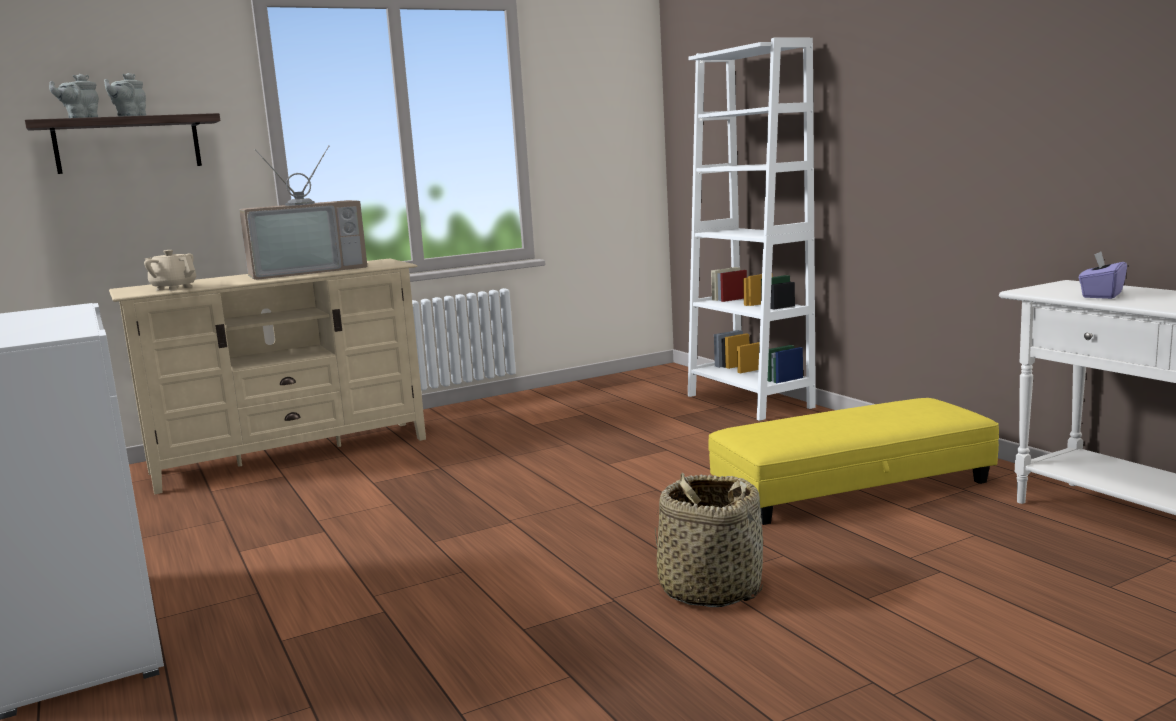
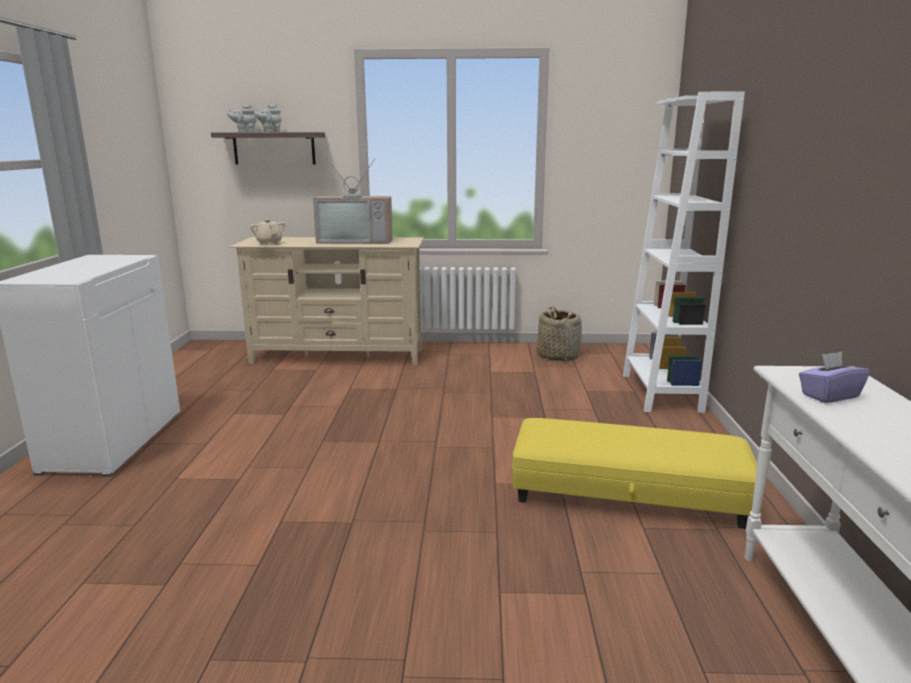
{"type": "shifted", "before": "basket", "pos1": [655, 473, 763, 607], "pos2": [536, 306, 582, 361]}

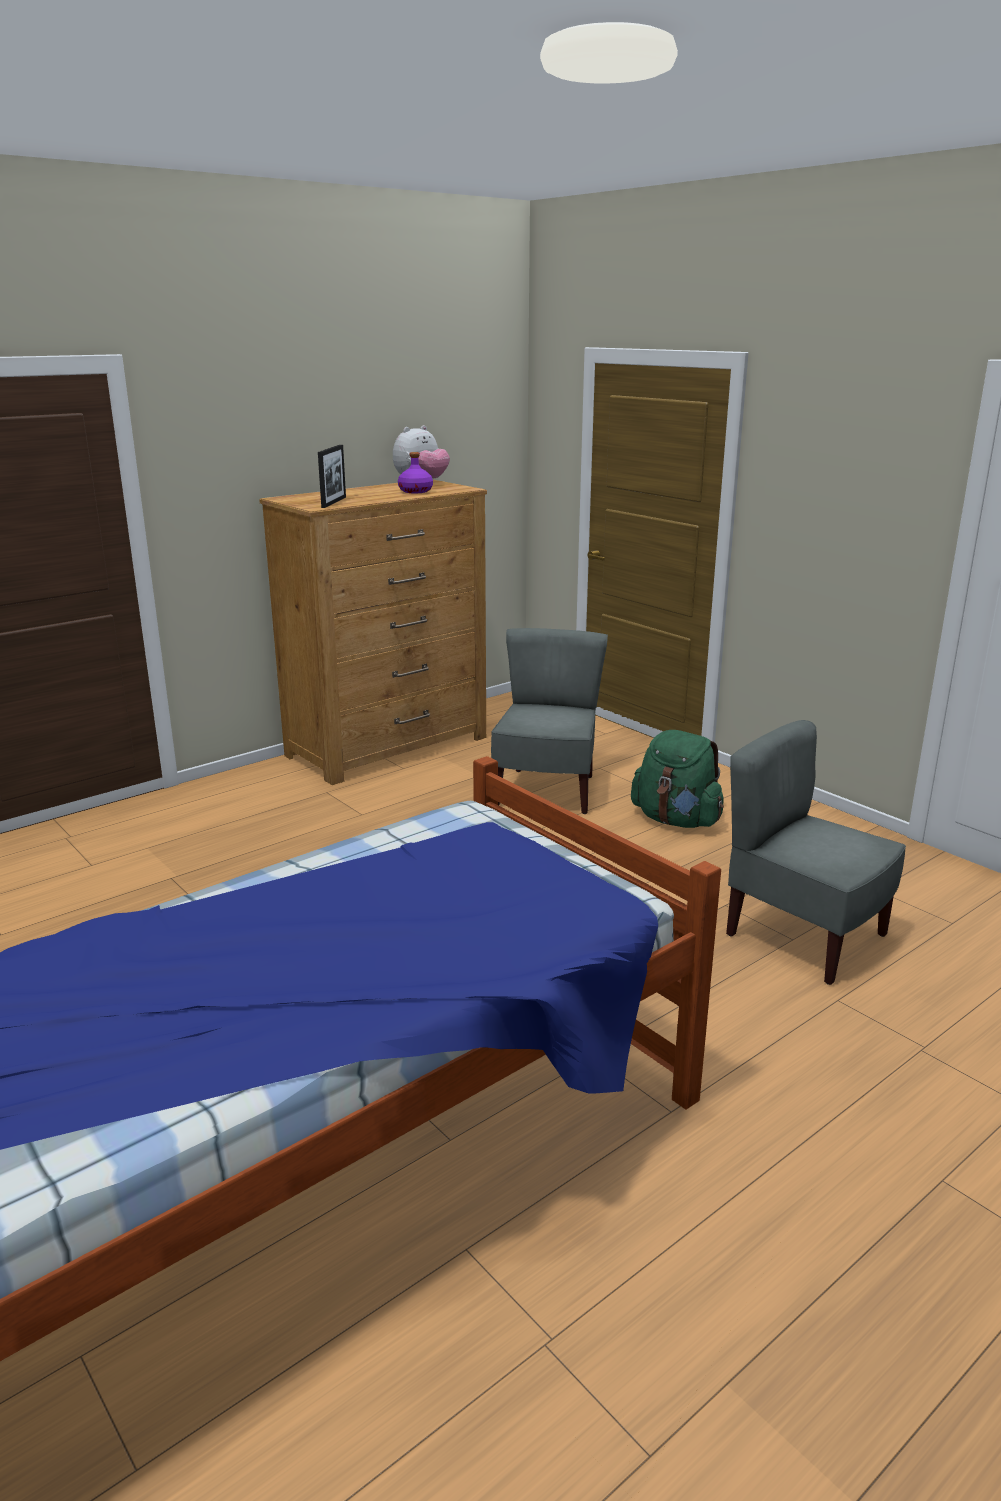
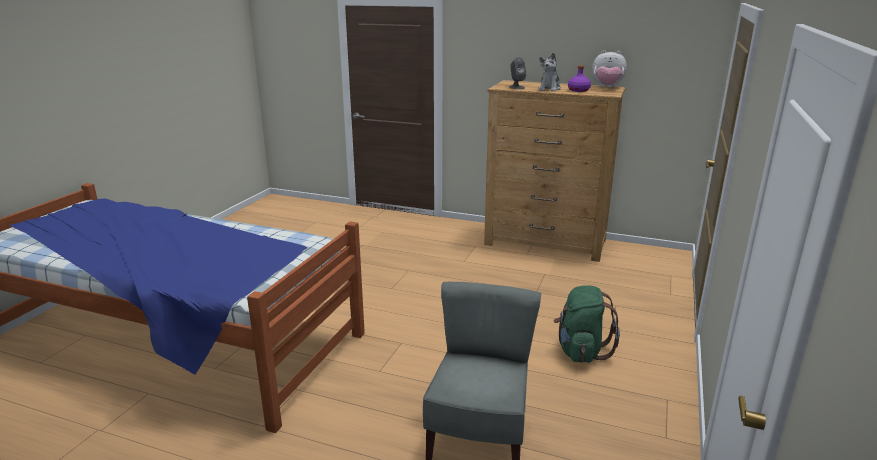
{"type": "gone", "before": "grey chair", "pos1": [491, 628, 608, 814]}
{"type": "new", "after": "plush toy", "pos2": [538, 53, 561, 91]}
{"type": "swapped", "before": "picture frame", "after": "grey speaker", "pos1": [318, 445, 346, 508], "pos2": [509, 57, 526, 89]}

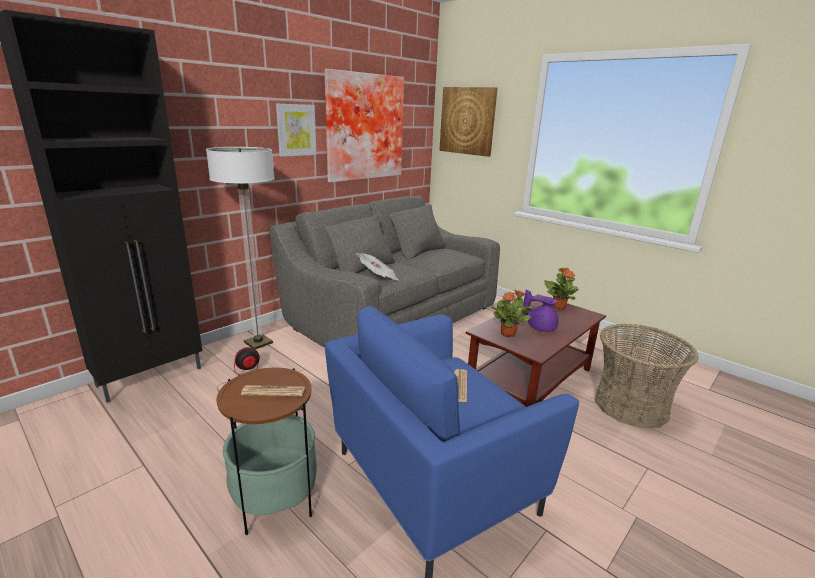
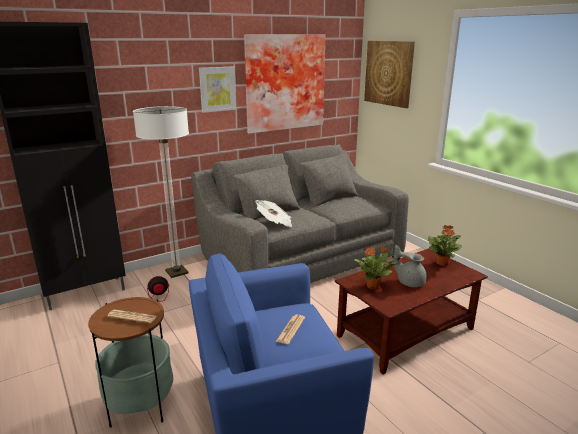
{"type": "gone", "before": "basket", "pos1": [595, 324, 699, 428]}
{"type": "repainted", "before": "purple teapot", "after": "grey teapot", "pos1": [524, 289, 559, 332], "pos2": [394, 245, 427, 287]}

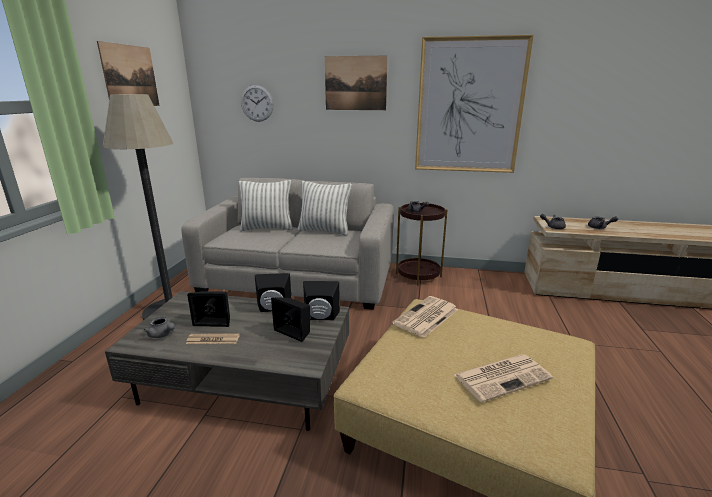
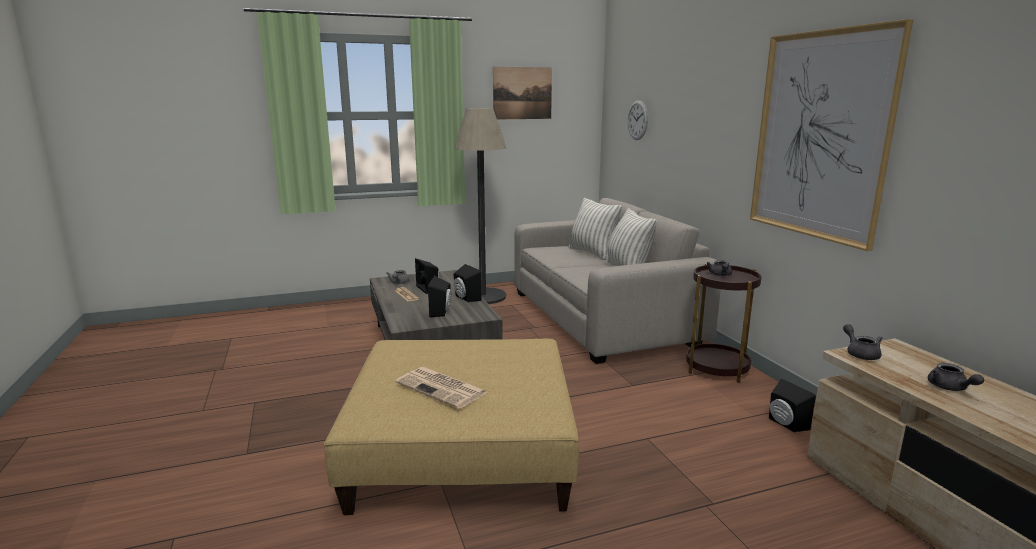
{"type": "gone", "before": "picture", "pos1": [325, 55, 388, 110]}
{"type": "gone", "before": "newspaper", "pos1": [392, 296, 458, 338]}
{"type": "shifted", "before": "black speaker", "pos1": [303, 281, 340, 321], "pos2": [769, 379, 816, 432]}

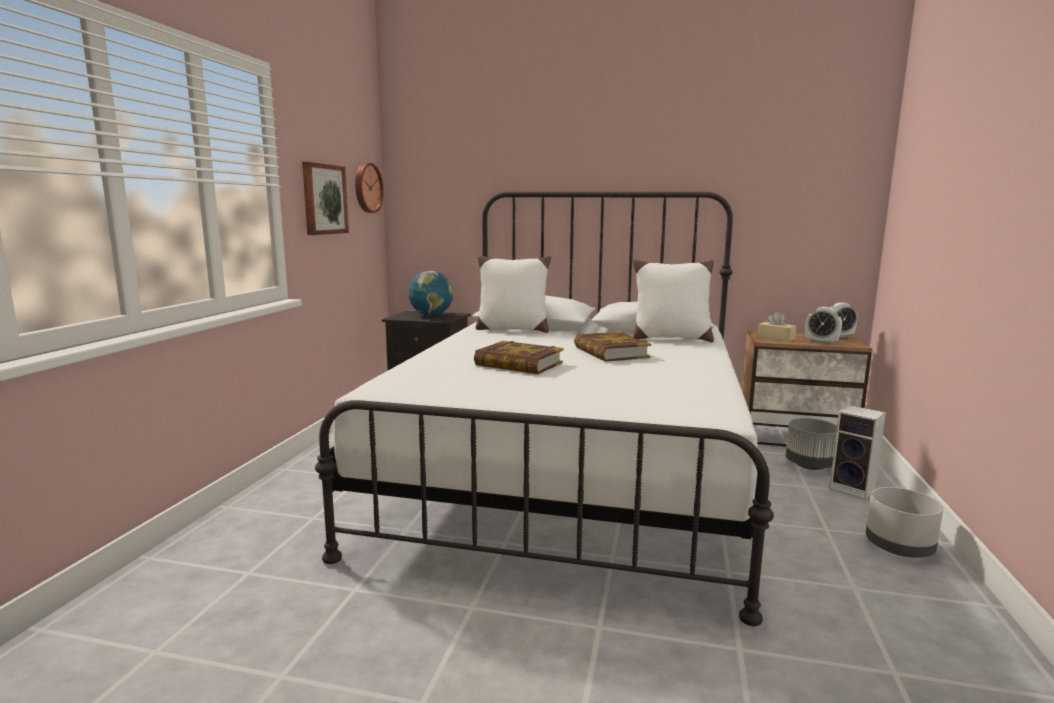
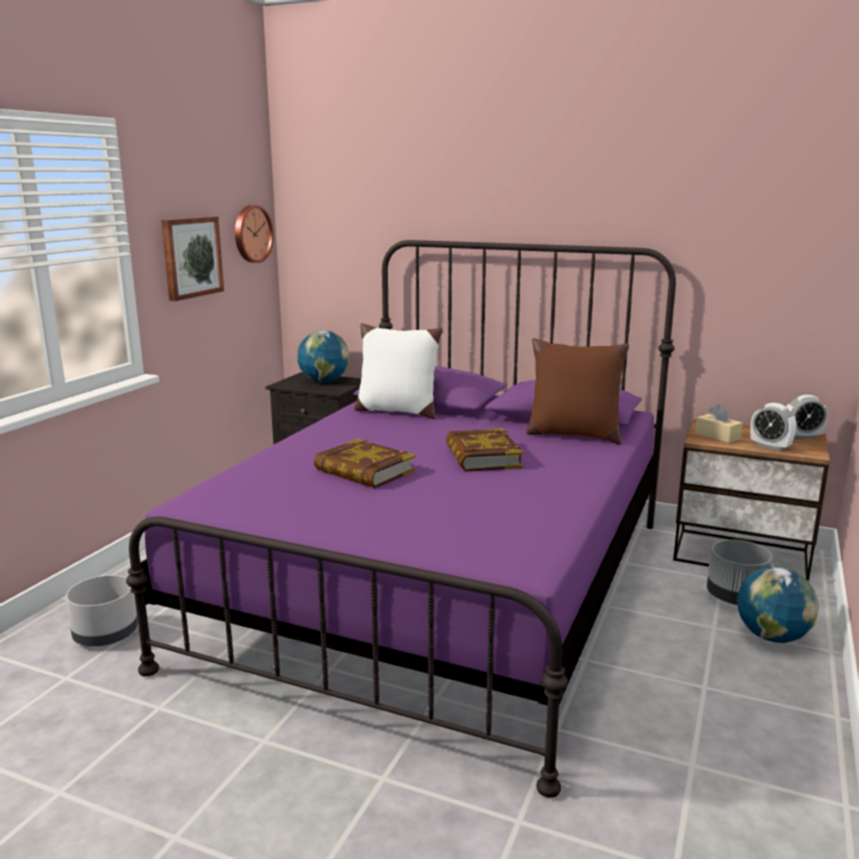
{"type": "shifted", "before": "grey planter", "pos1": [866, 487, 943, 558], "pos2": [66, 575, 138, 646]}
{"type": "swapped", "before": "speaker", "after": "globe", "pos1": [829, 405, 886, 500], "pos2": [737, 566, 819, 643]}
{"type": "repainted", "before": "white bed", "after": "purple bed", "pos1": [315, 192, 774, 626], "pos2": [126, 240, 676, 798]}
{"type": "repainted", "before": "white pillow", "after": "brown pillow", "pos1": [633, 259, 714, 342], "pos2": [526, 338, 629, 445]}

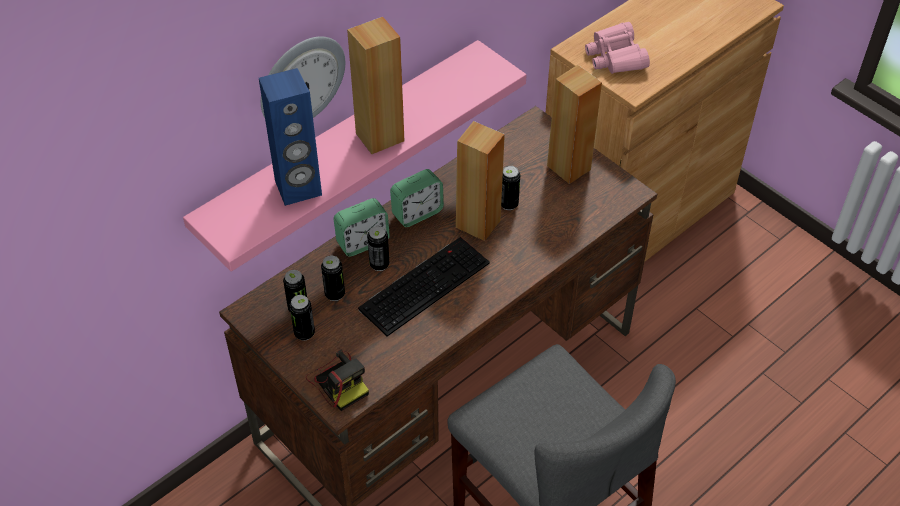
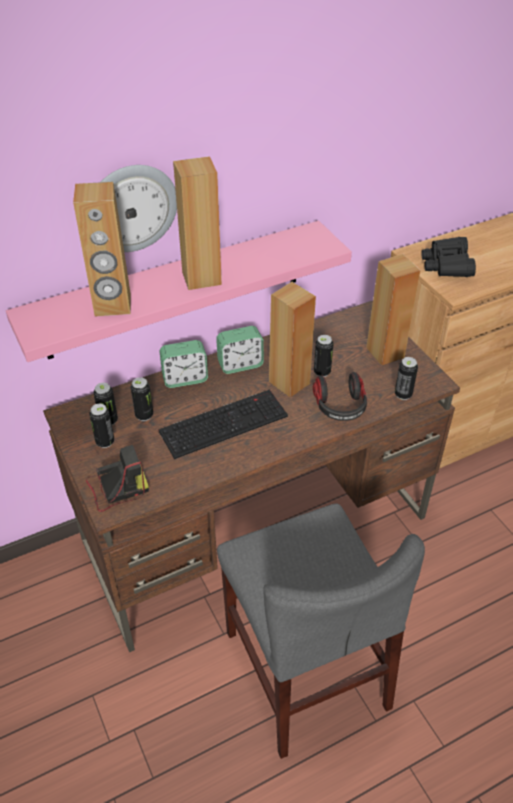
{"type": "new", "after": "headphones", "pos2": [313, 372, 367, 421]}
{"type": "shifted", "before": "can", "pos1": [367, 226, 389, 271], "pos2": [395, 357, 418, 400]}
{"type": "repainted", "before": "blue speaker", "after": "brown speaker", "pos1": [259, 68, 322, 206], "pos2": [73, 182, 131, 316]}
{"type": "repainted", "before": "pink binoculars", "after": "black binoculars", "pos1": [585, 22, 650, 74], "pos2": [421, 237, 476, 277]}
{"type": "rotated", "before": "photo camera", "pos1": [306, 349, 369, 411], "pos2": [86, 445, 149, 512], "turn": -90}

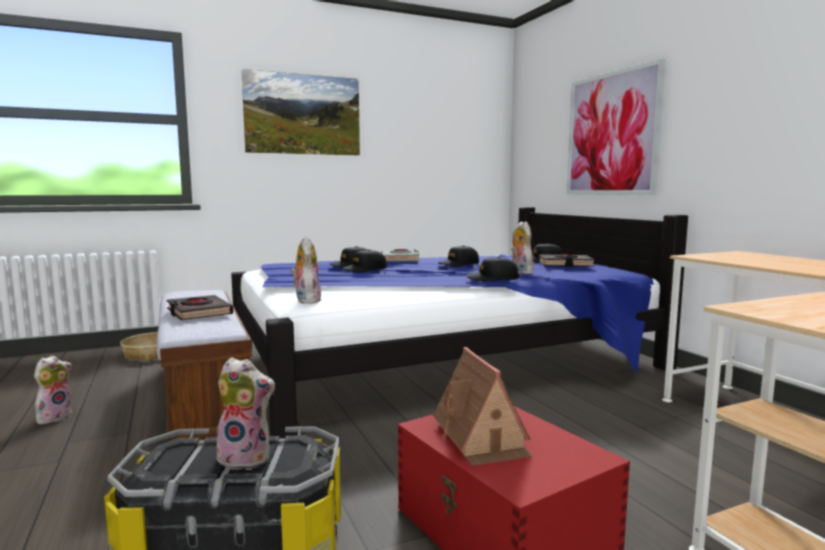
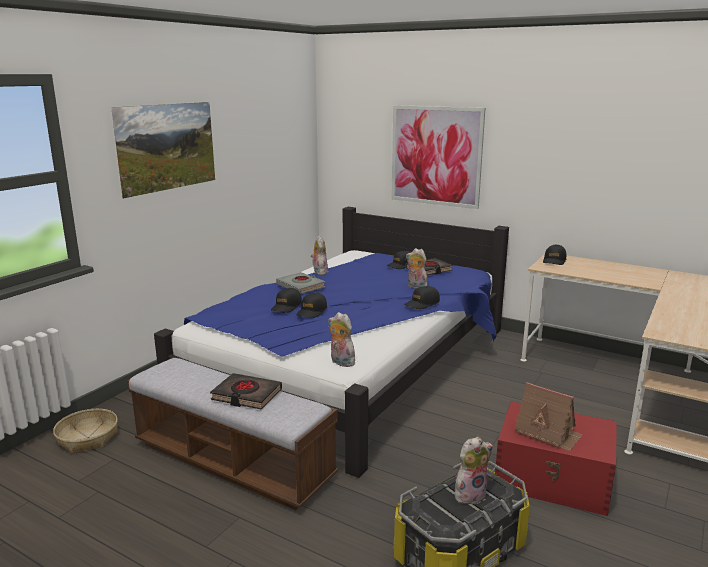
{"type": "shifted", "before": "plush toy", "pos1": [34, 355, 72, 425], "pos2": [311, 236, 328, 275]}
{"type": "shifted", "before": "black cap", "pos1": [438, 245, 479, 267], "pos2": [543, 245, 566, 265]}

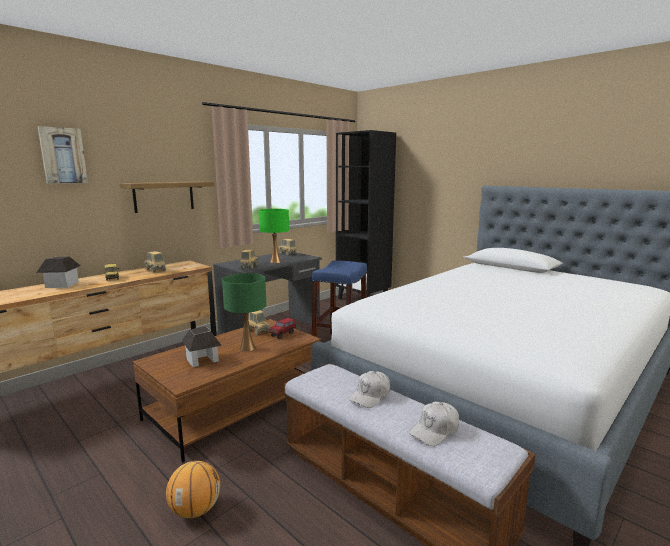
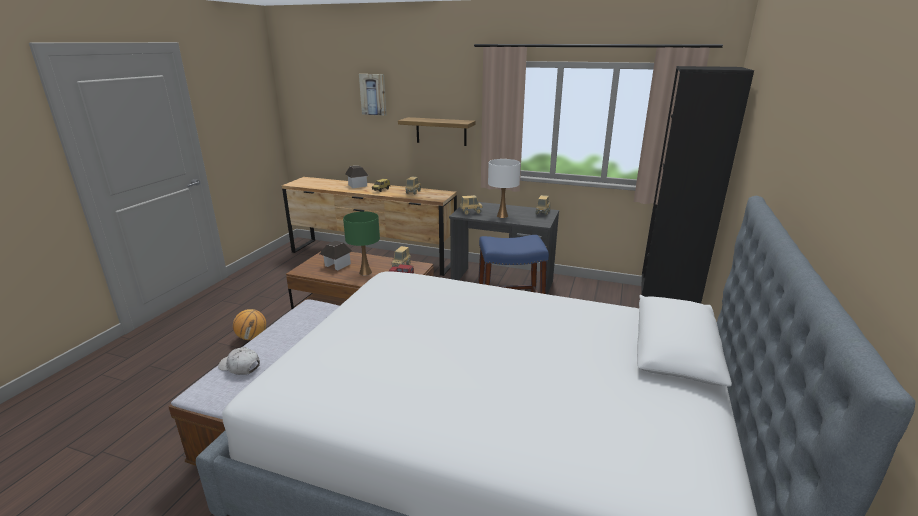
{"type": "gone", "before": "white cap", "pos1": [349, 371, 390, 408]}
{"type": "repainted", "before": "green table lamp", "after": "white table lamp", "pos1": [259, 209, 289, 263], "pos2": [488, 159, 521, 218]}

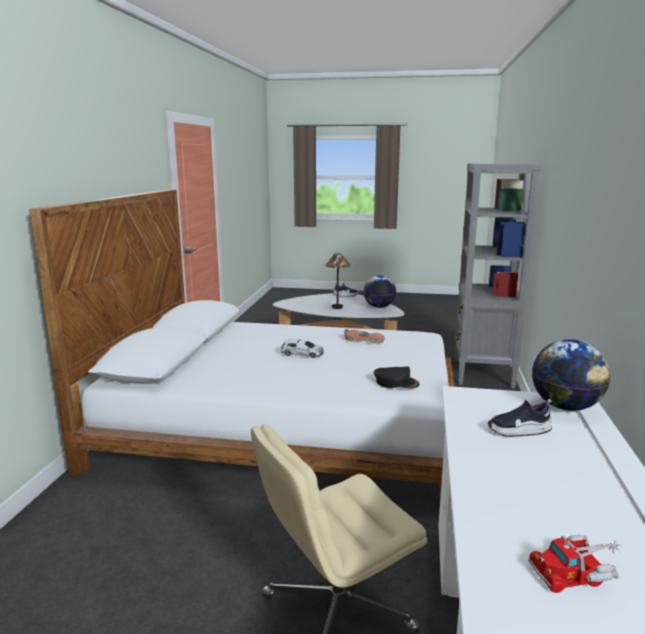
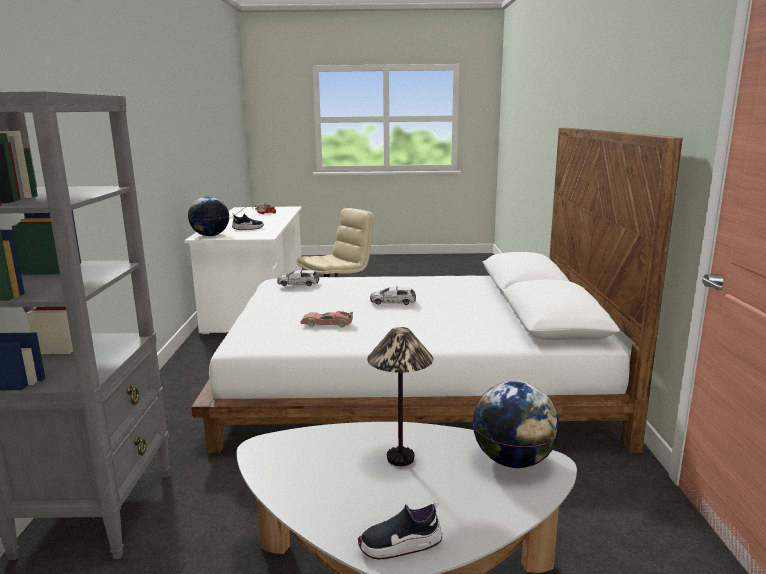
{"type": "shifted", "before": "globe", "pos1": [363, 275, 396, 308], "pos2": [473, 381, 560, 468]}
{"type": "swapped", "before": "black cap", "after": "toy car", "pos1": [374, 366, 419, 388], "pos2": [277, 270, 319, 286]}

